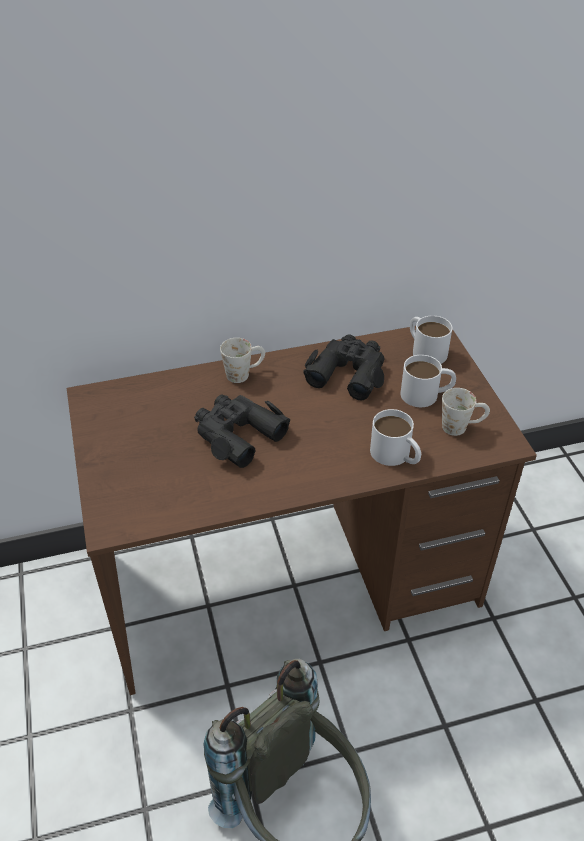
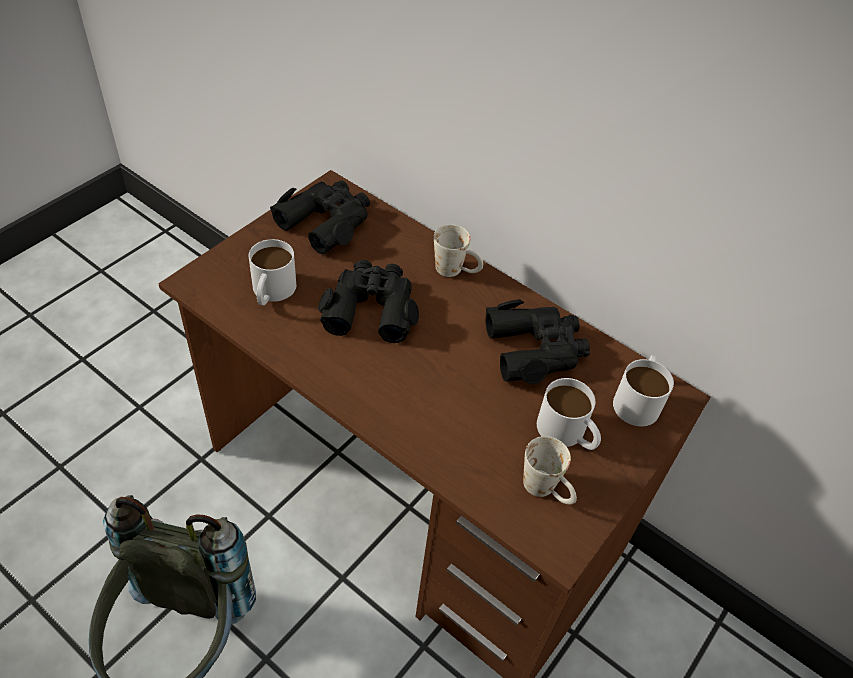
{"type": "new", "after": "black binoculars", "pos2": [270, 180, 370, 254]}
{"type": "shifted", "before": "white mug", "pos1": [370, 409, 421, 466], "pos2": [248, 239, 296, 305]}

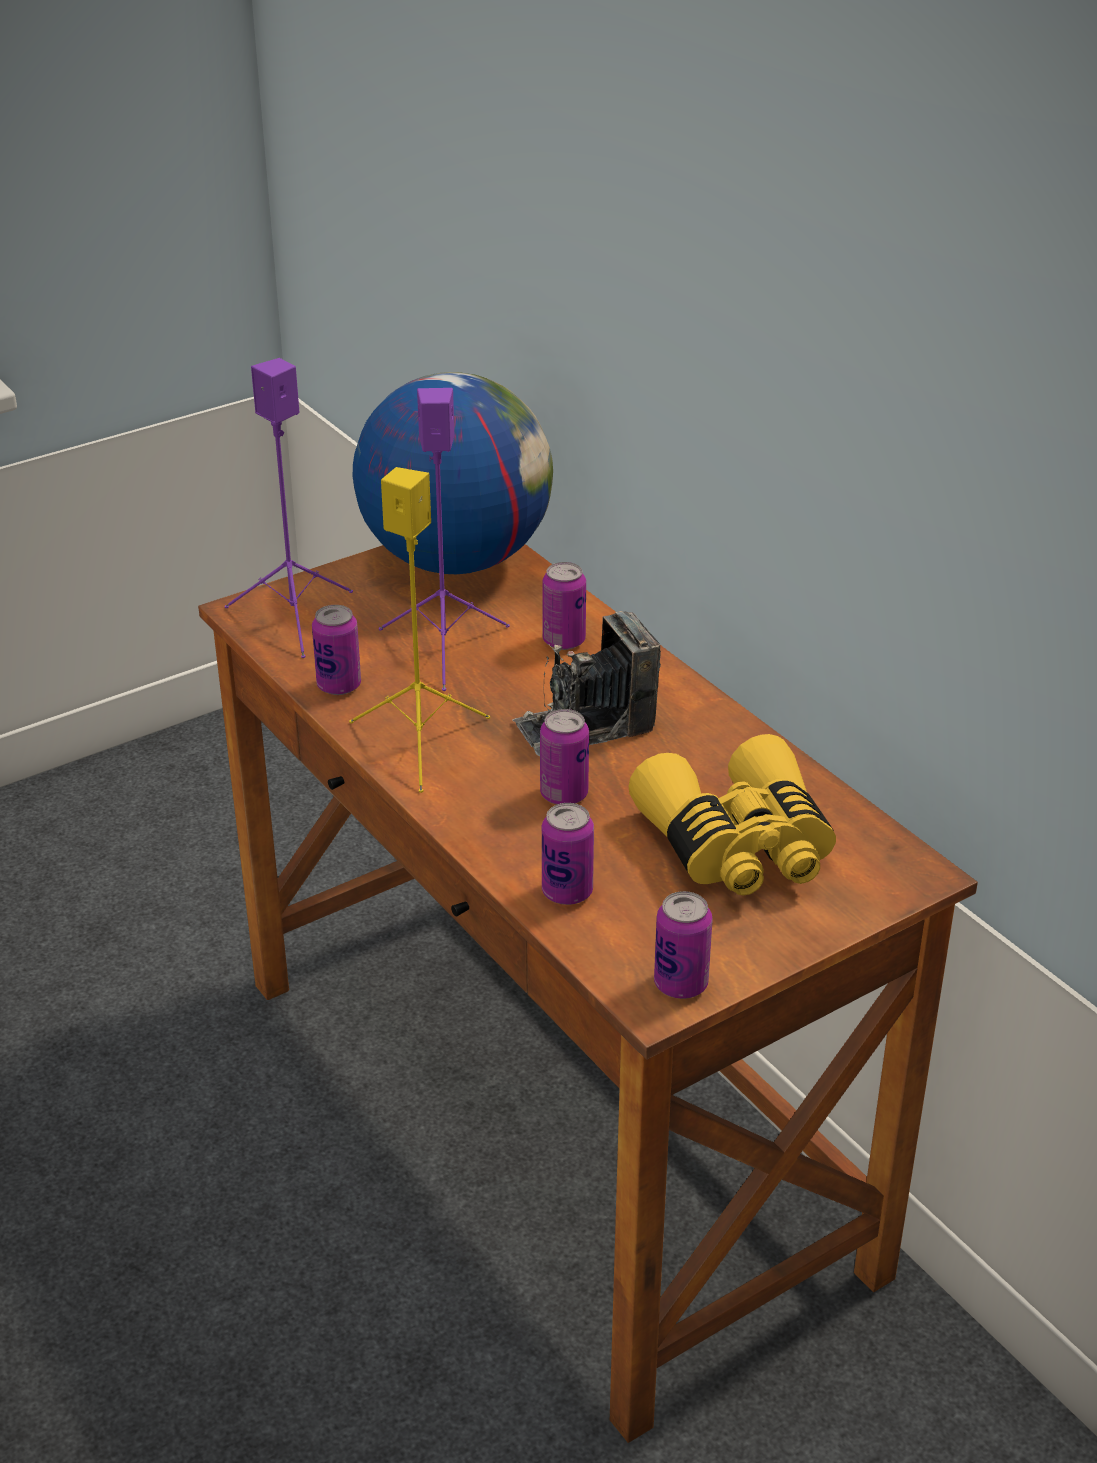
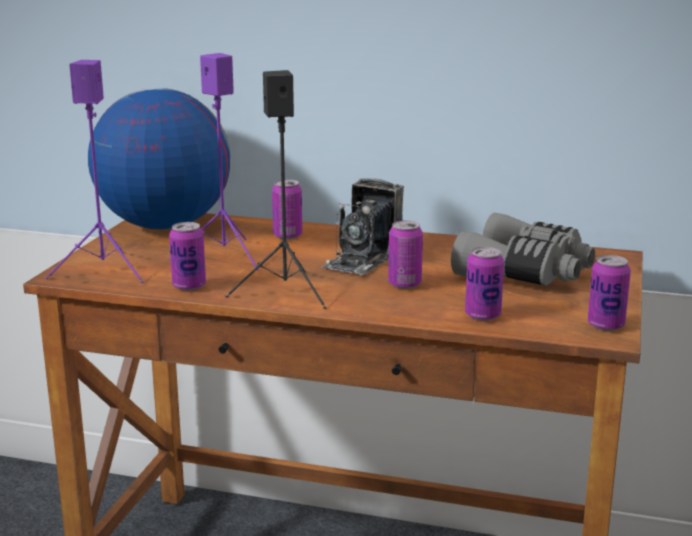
{"type": "repainted", "before": "yellow speaker", "after": "black speaker", "pos1": [349, 467, 490, 793], "pos2": [225, 70, 327, 309]}
{"type": "repainted", "before": "yellow binoculars", "after": "grey binoculars", "pos1": [629, 734, 836, 896], "pos2": [451, 213, 595, 285]}

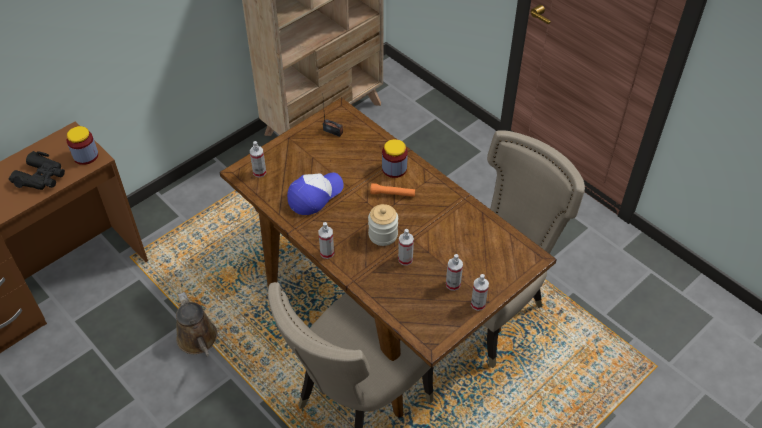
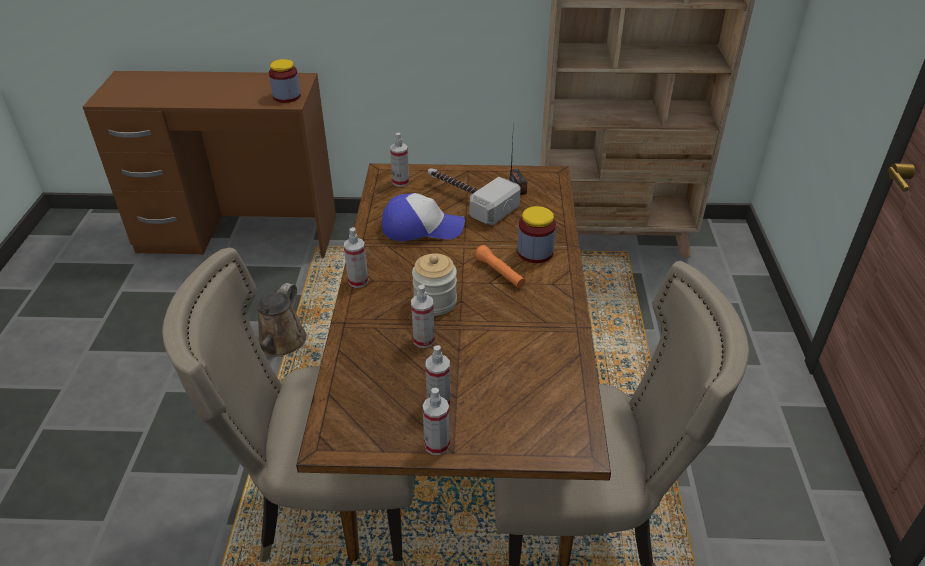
{"type": "gone", "before": "black binoculars", "pos1": [9, 151, 65, 190]}
{"type": "new", "after": "hammer", "pos2": [428, 168, 521, 225]}

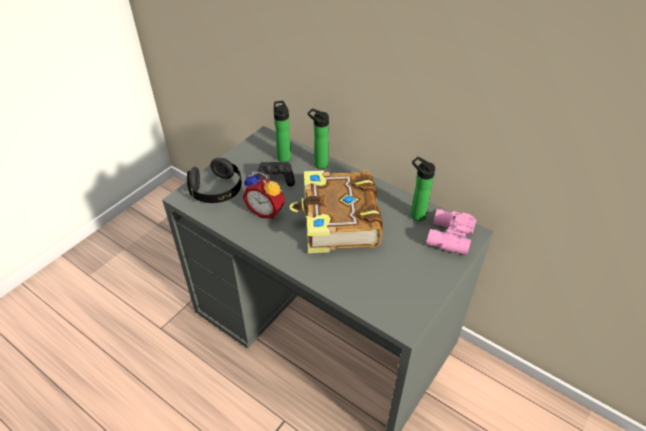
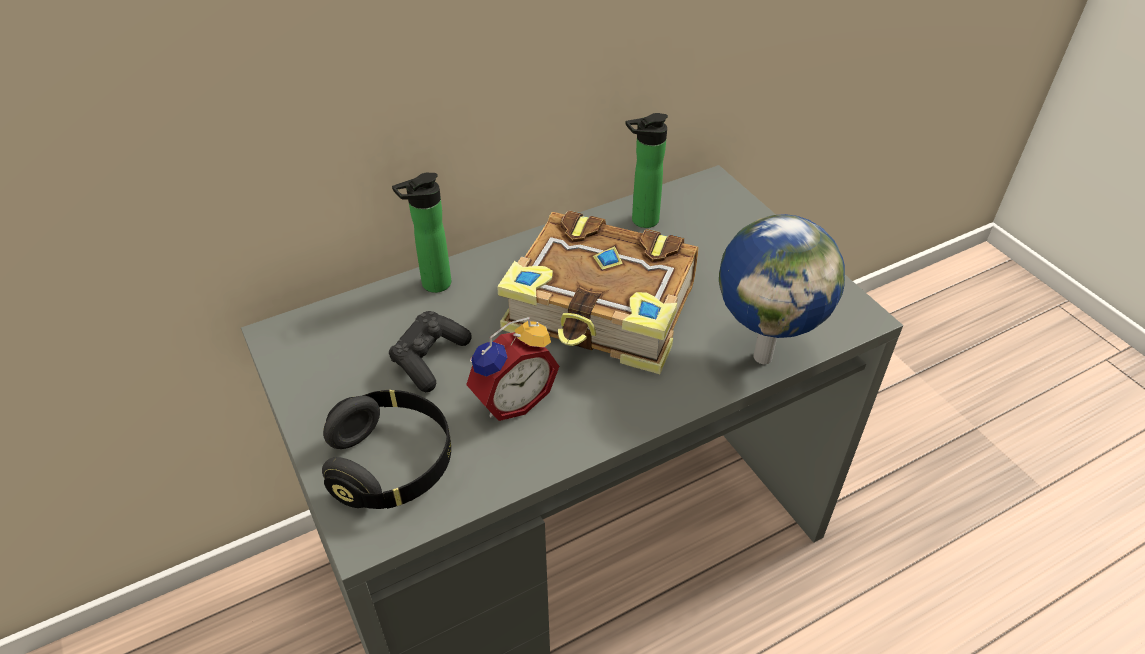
{"type": "gone", "before": "bottle", "pos1": [274, 101, 291, 162]}
{"type": "gone", "before": "pink binoculars", "pos1": [426, 209, 477, 255]}
{"type": "new", "after": "globe", "pos2": [719, 214, 845, 364]}

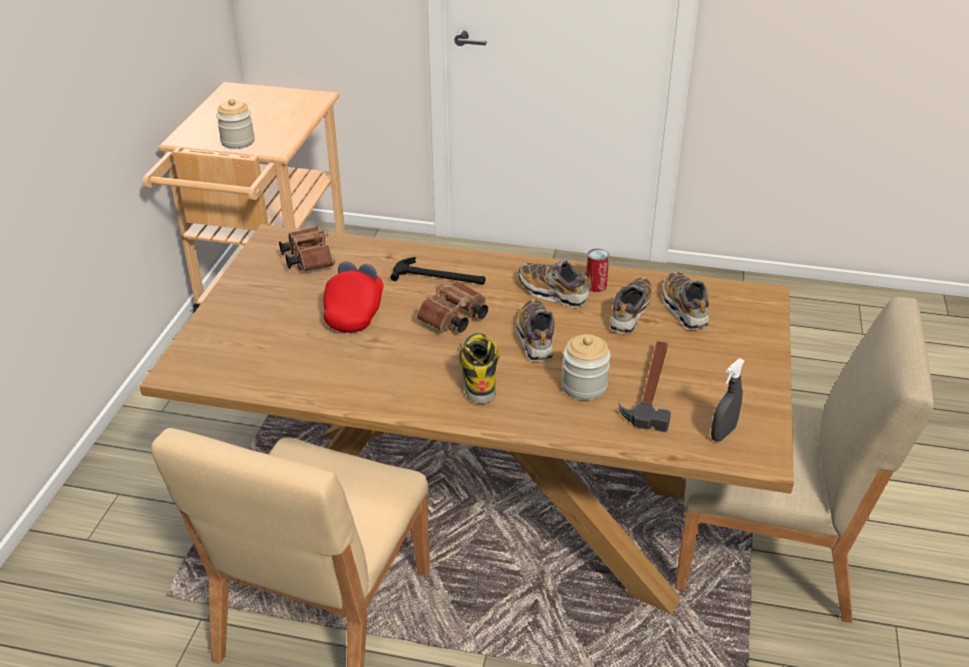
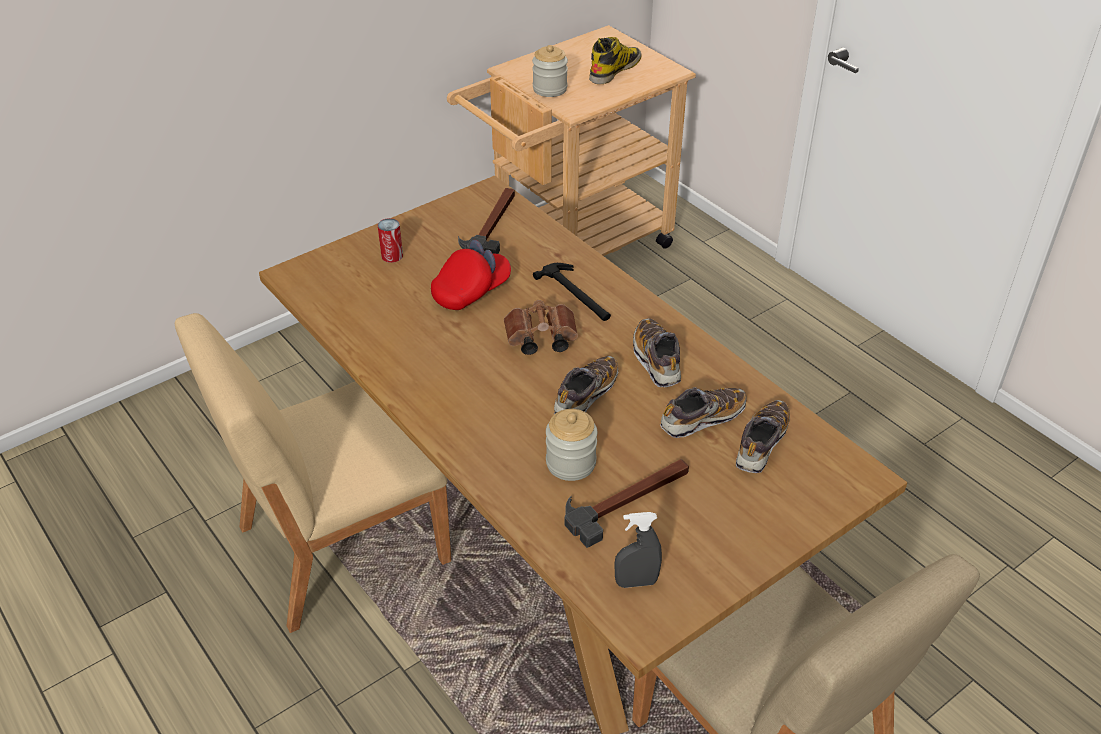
{"type": "shifted", "before": "boot", "pos1": [459, 332, 500, 404], "pos2": [589, 37, 641, 84]}
{"type": "shifted", "before": "can", "pos1": [586, 249, 609, 292], "pos2": [378, 218, 403, 263]}
{"type": "swapped", "before": "brown binoculars", "after": "hammer", "pos1": [279, 226, 335, 271], "pos2": [458, 188, 515, 254]}

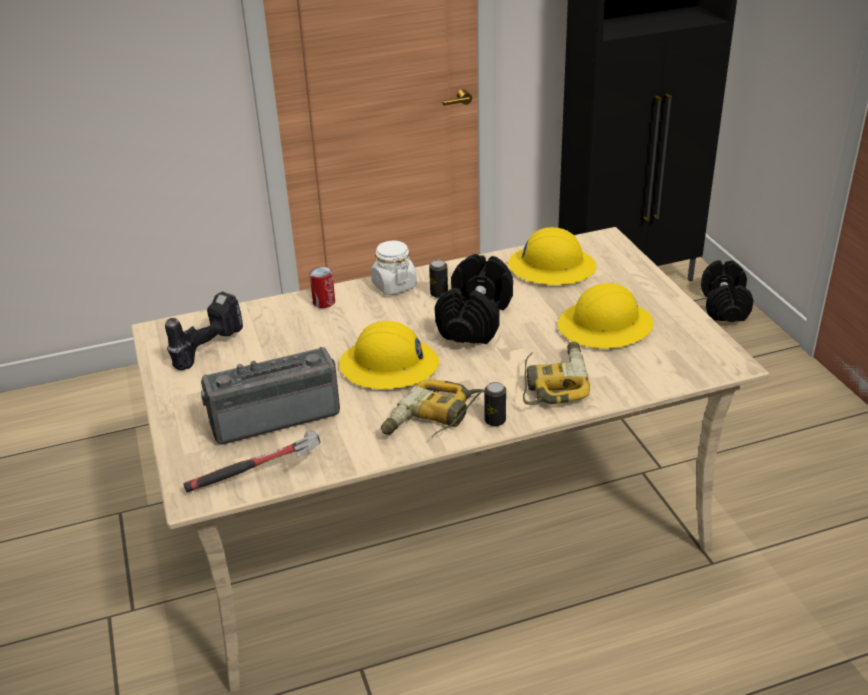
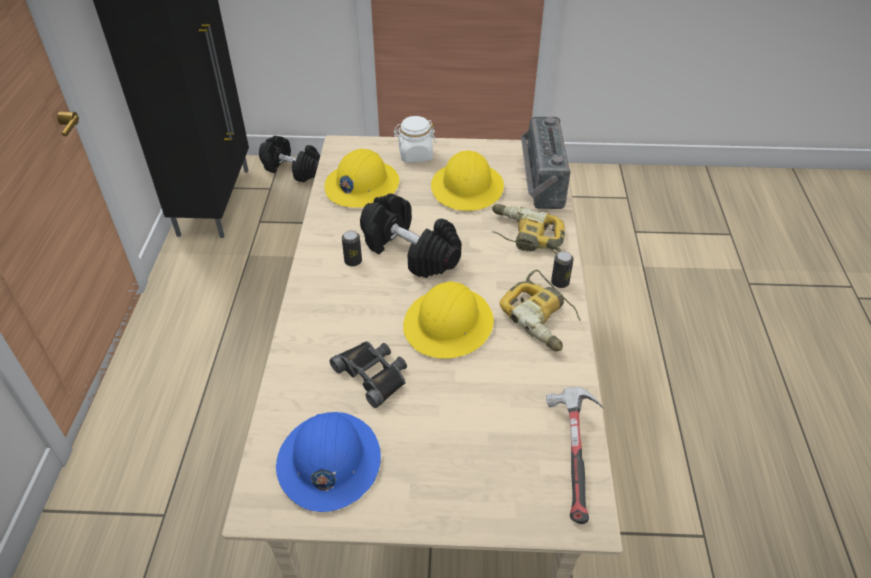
{"type": "gone", "before": "can", "pos1": [309, 267, 335, 308]}
{"type": "new", "after": "black binoculars", "pos2": [330, 341, 407, 408]}
{"type": "shifted", "before": "radio", "pos1": [201, 347, 340, 444], "pos2": [521, 117, 571, 209]}
{"type": "shifted", "before": "white jar", "pos1": [371, 240, 417, 295], "pos2": [393, 116, 436, 163]}
{"type": "swapped", "before": "power drill", "after": "blue hard hat", "pos1": [165, 291, 243, 370], "pos2": [276, 412, 381, 512]}

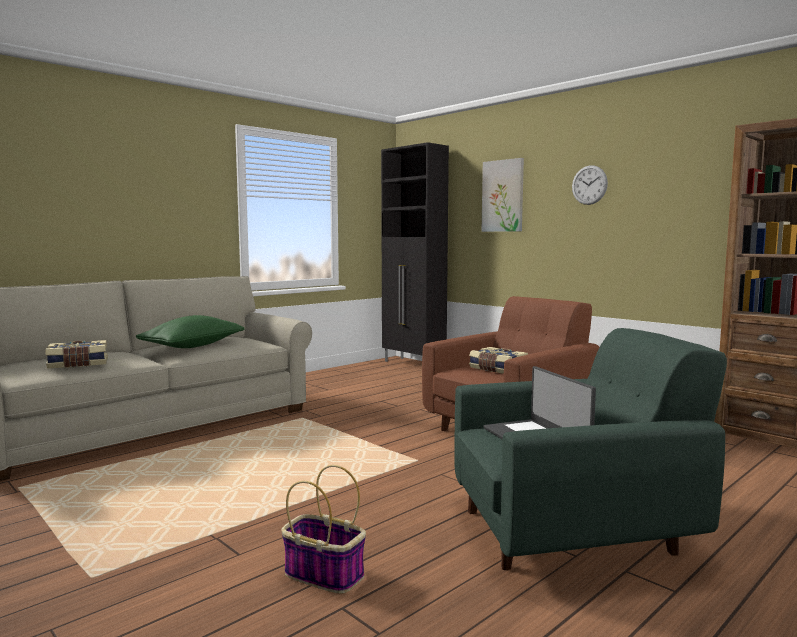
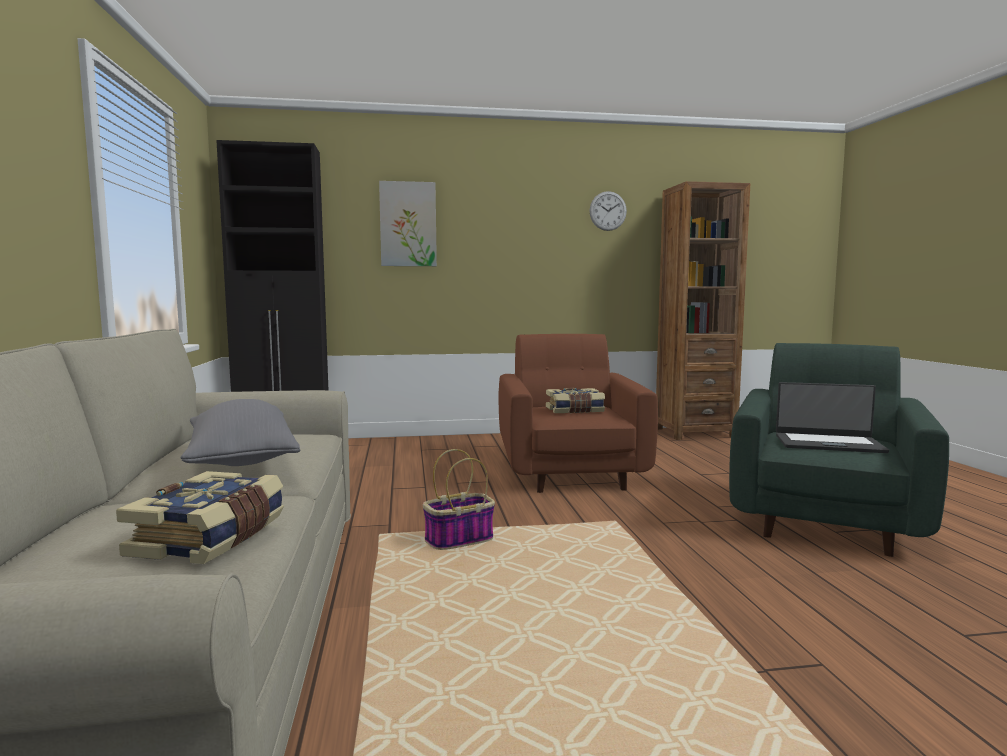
{"type": "shifted", "before": "basket", "pos1": [281, 465, 366, 594], "pos2": [422, 449, 495, 550]}
{"type": "shifted", "before": "wall clock", "pos1": [572, 165, 608, 205], "pos2": [589, 191, 627, 231]}
{"type": "repainted", "before": "green pillow", "after": "grey pillow", "pos1": [136, 315, 244, 348], "pos2": [181, 399, 300, 466]}

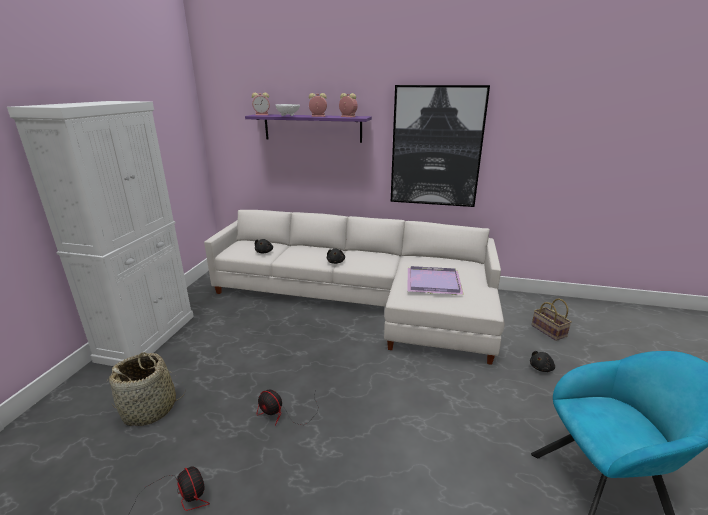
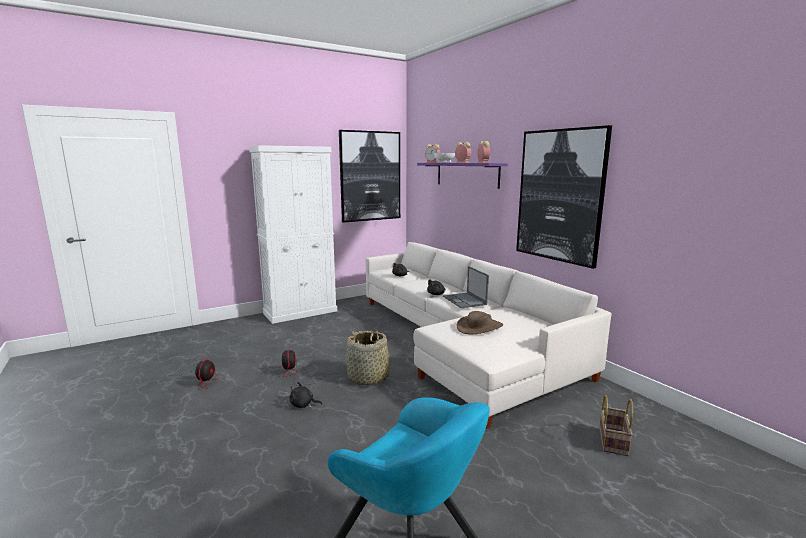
{"type": "new", "after": "picture", "pos2": [339, 130, 400, 223]}
{"type": "new", "after": "laptop", "pos2": [443, 266, 489, 308]}
{"type": "shifted", "before": "basket", "pos1": [107, 352, 185, 426], "pos2": [346, 329, 393, 386]}
{"type": "shifted", "before": "black plush toy", "pos1": [530, 351, 555, 372], "pos2": [290, 382, 322, 408]}
{"type": "swapped", "before": "purple tray", "after": "brown hat", "pos1": [408, 266, 464, 295], "pos2": [456, 311, 503, 334]}

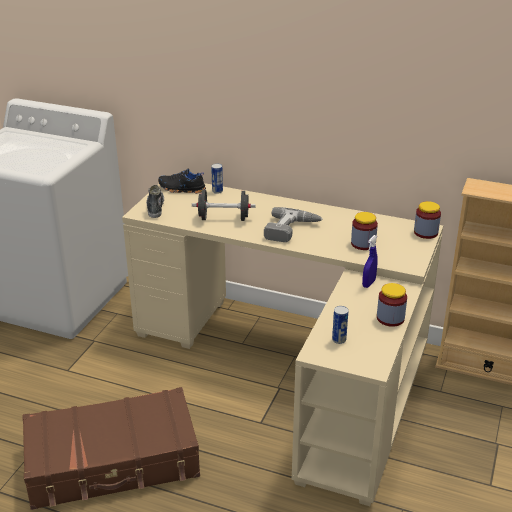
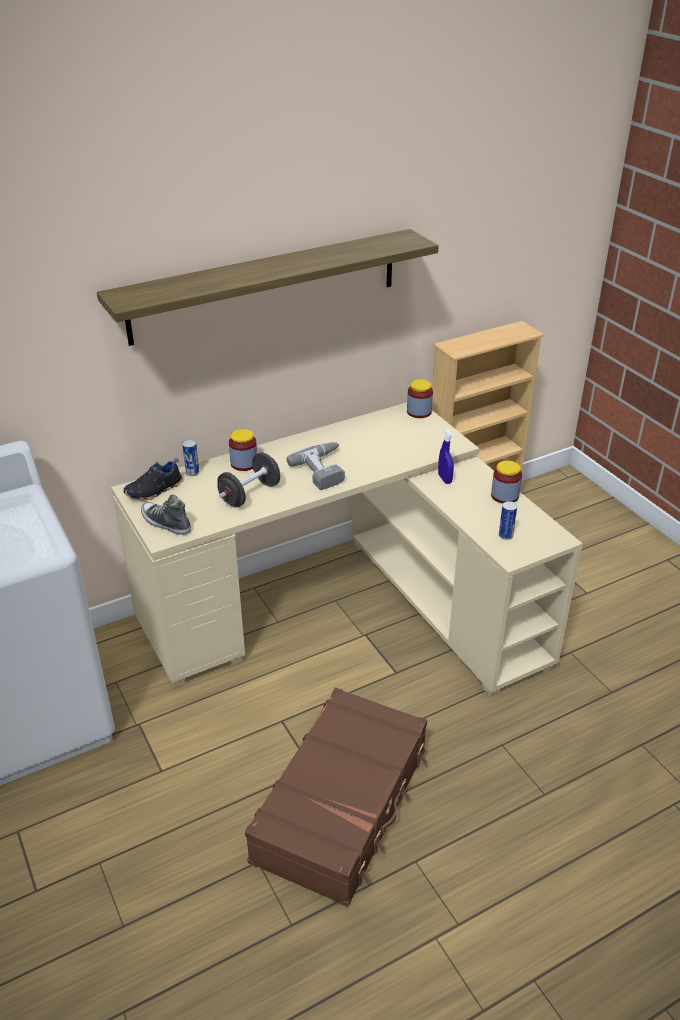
{"type": "new", "after": "shelf", "pos2": [97, 229, 439, 346]}
{"type": "shifted", "before": "jar", "pos1": [351, 212, 378, 250], "pos2": [229, 429, 257, 471]}

